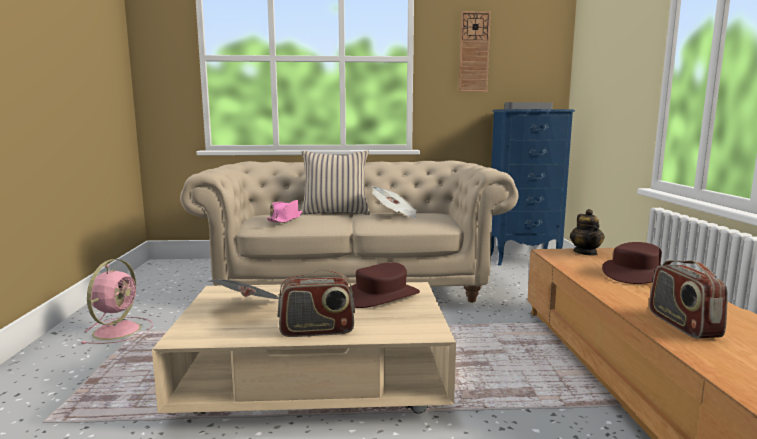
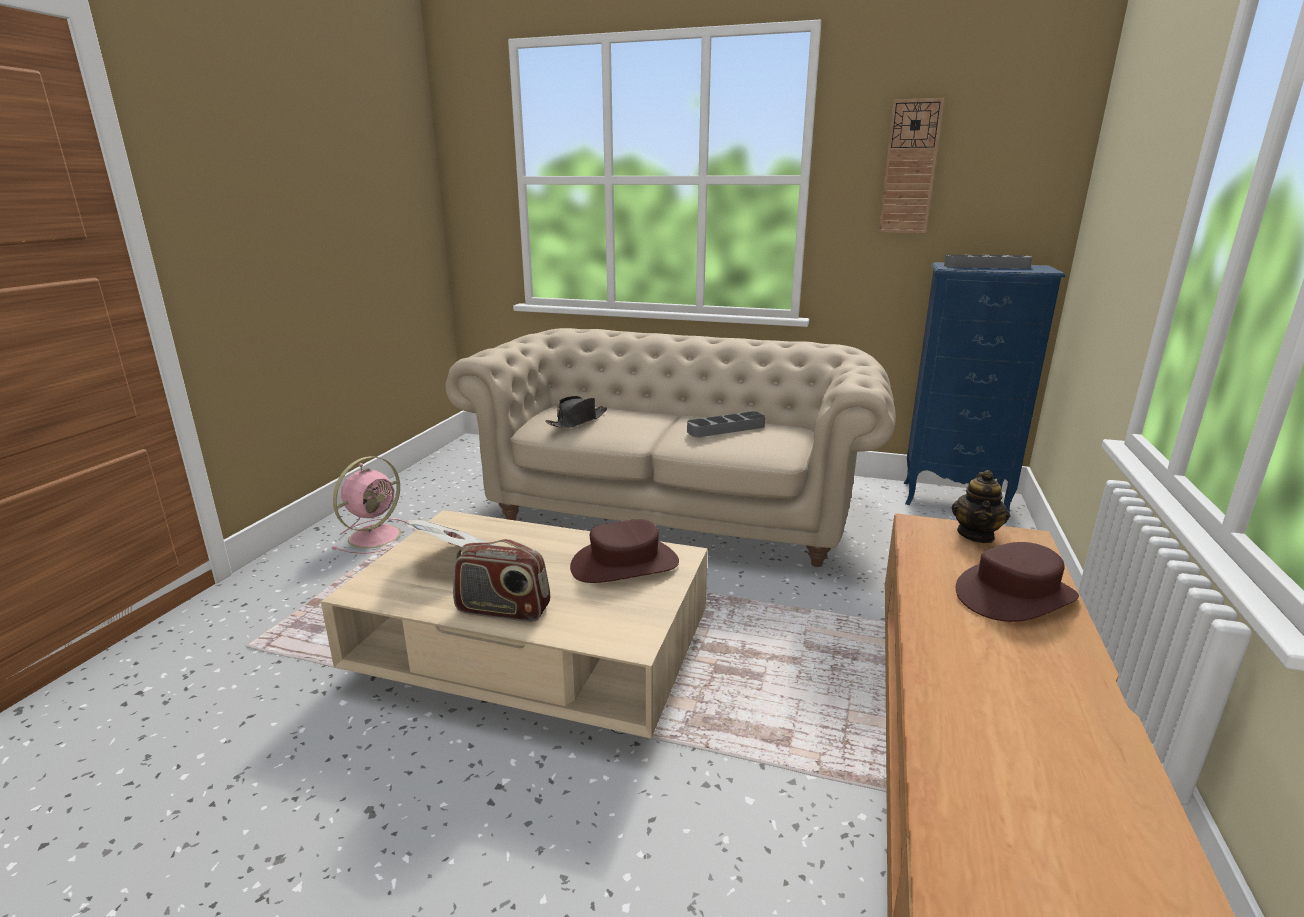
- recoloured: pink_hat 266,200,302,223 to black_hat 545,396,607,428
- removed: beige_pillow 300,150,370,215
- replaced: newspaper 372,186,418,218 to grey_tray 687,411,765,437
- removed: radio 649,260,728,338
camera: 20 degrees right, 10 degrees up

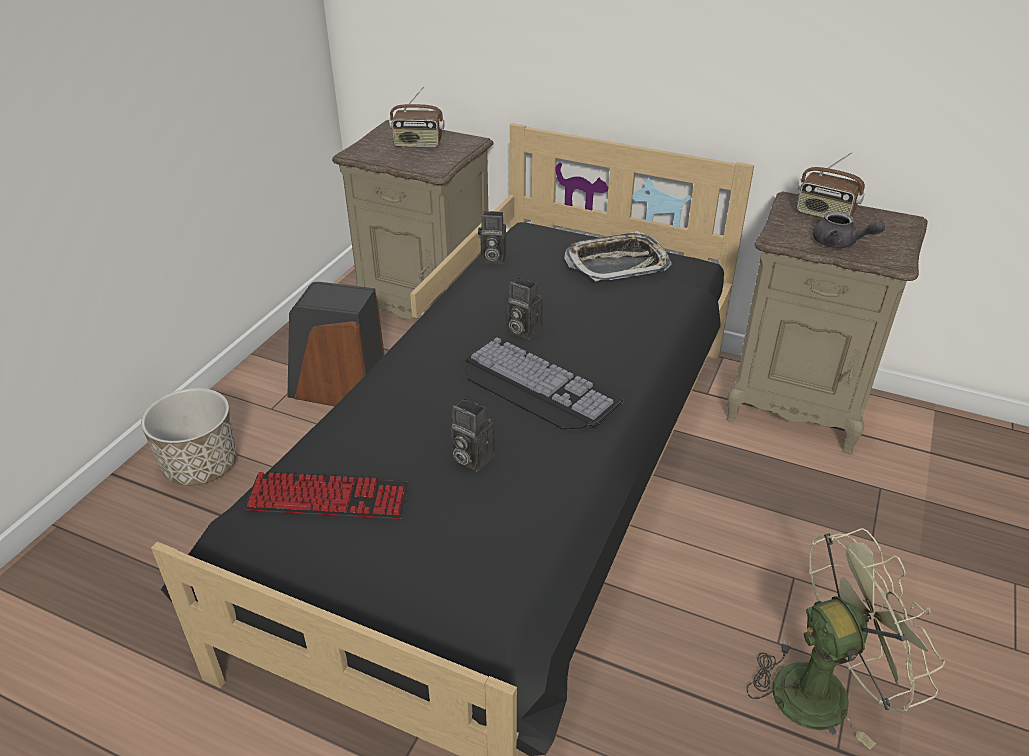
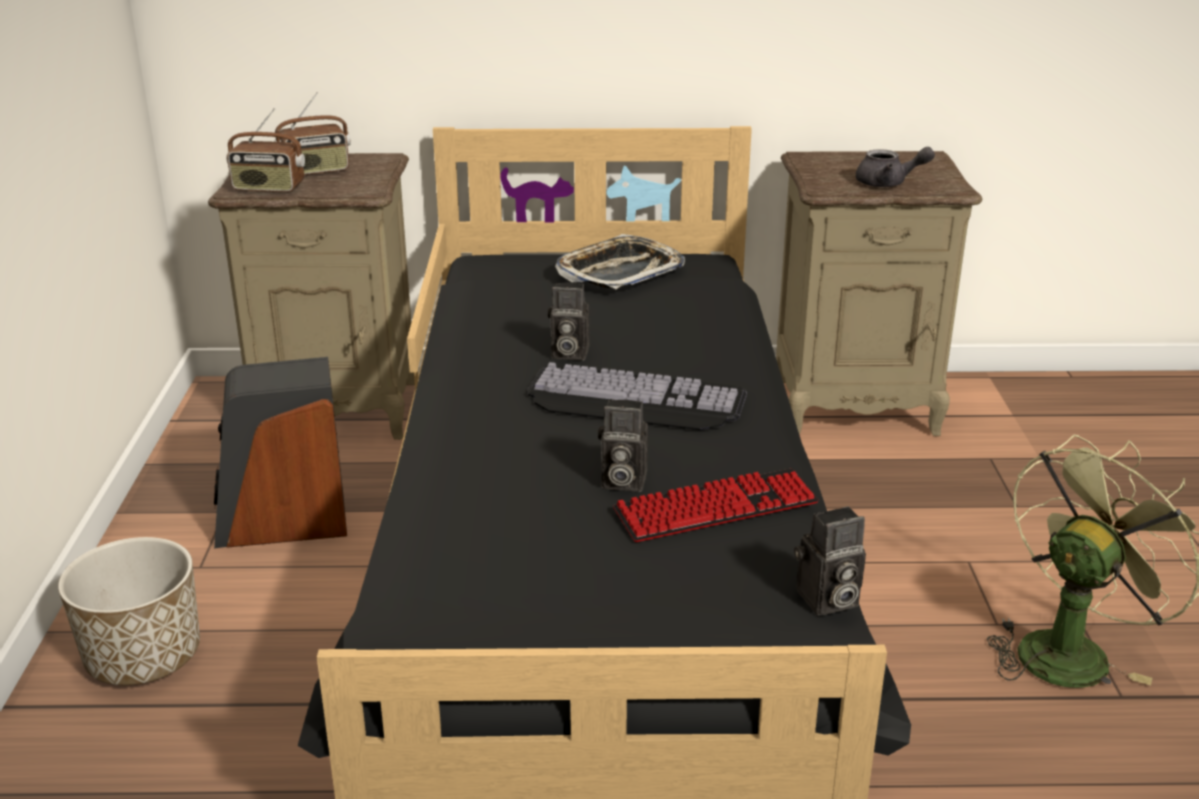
- moved: keyboard 245,472,409,519 to 613,469,819,542
- moved: photo_camera 478,211,506,264 to 794,506,866,616
- moved: radio 796,152,865,218 to 226,108,305,192
camera: 25 degrees left, 10 degrees down

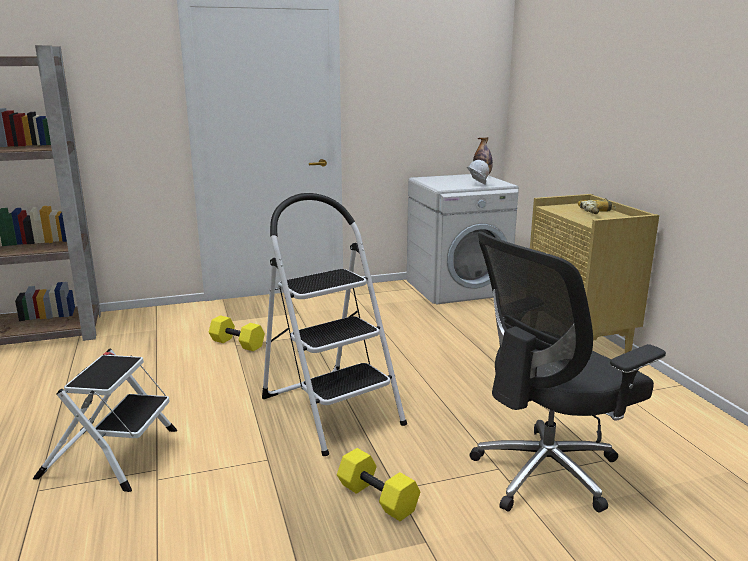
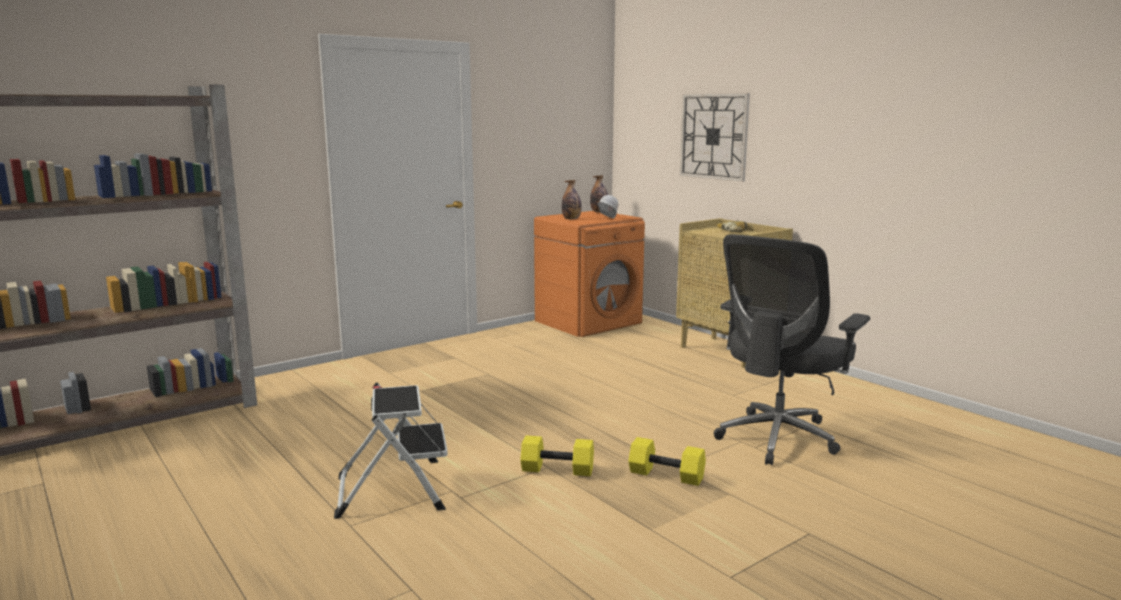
- moved: yellow_dumbbell 209,315,265,351 to 520,435,594,476
- removed: step_ladder 262,193,407,456
- recoloured: white_washing_machine 407,174,519,305 to orange_washing_machine 534,211,645,337
- added: bottle 562,180,582,219
- added: wall_clock 680,93,750,182
camera: 20 degrees left, 5 degrees down

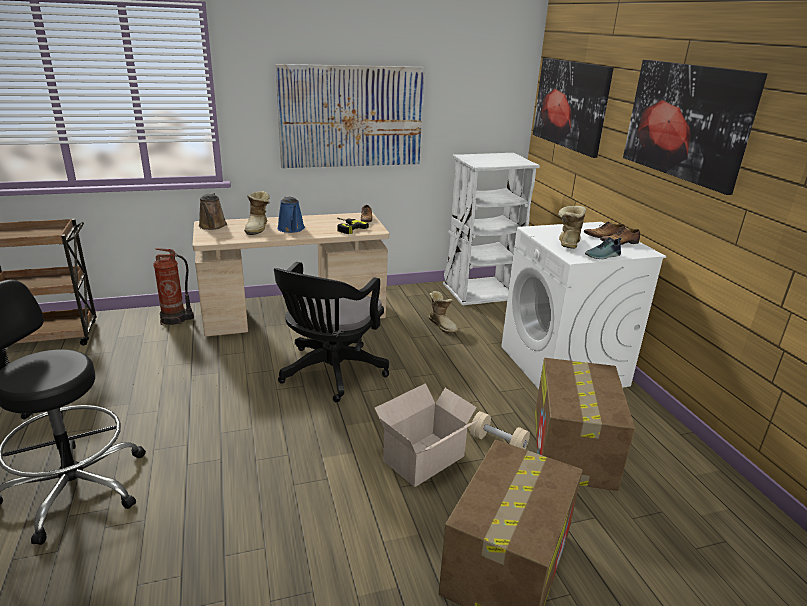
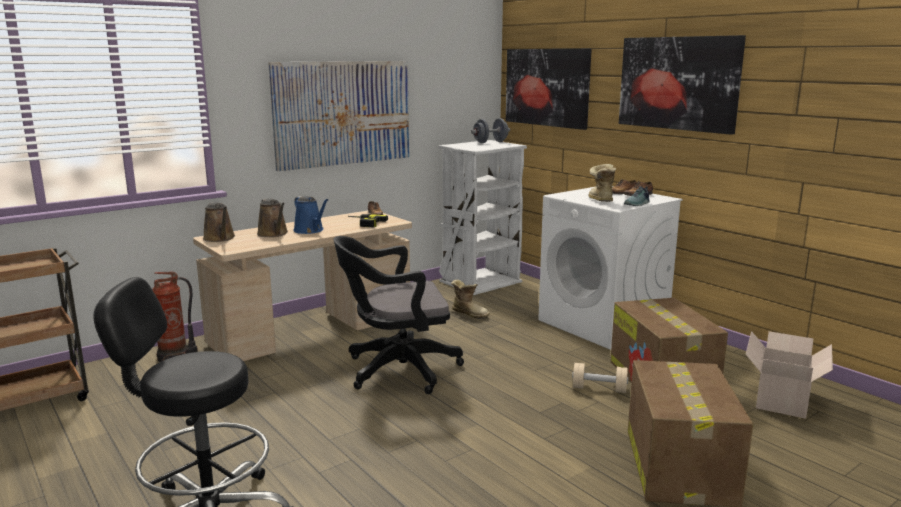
- replaced: boot 244,191,270,235 to brown_watering_can 257,199,288,237
- turned: black_office_chair 274,262,389,402 = 334,236,464,394 75 degrees clockwise
- moved: cardboard_box 375,383,481,487 to 746,331,833,419
- added: grey_dumbbell 471,118,510,143
camera: 20 degrees left, 10 degrees down

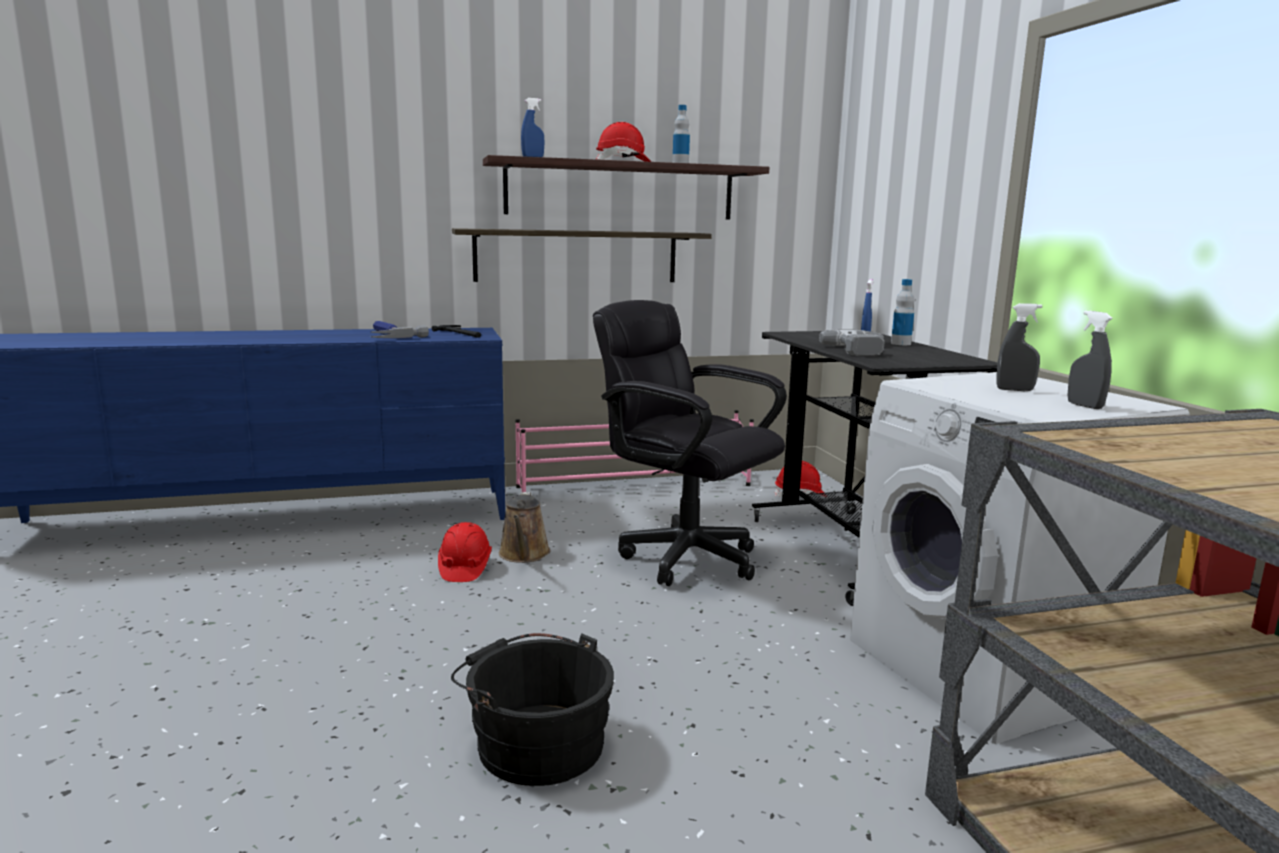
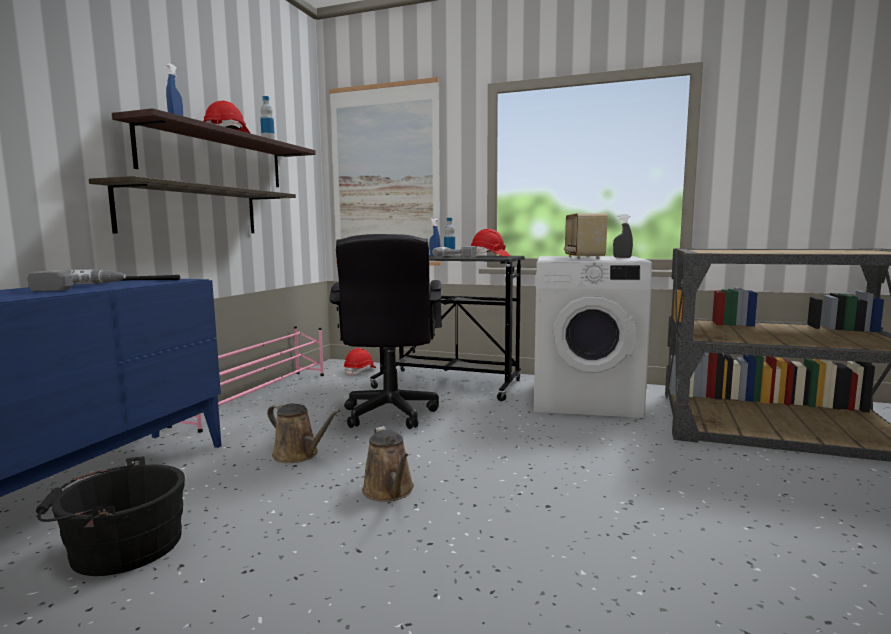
- replaced: hammer 370,321,429,338 to power_drill 27,269,127,291
- moved: red_hard_hat 438,522,492,582 to 471,229,510,257
- moved: black_bucket 451,633,614,786 to 36,456,185,576
- turned: black_office_chair 593,300,787,586 = 330,234,442,429 75 degrees counterclockwise
- replaced: grey_spray_bottle 997,303,1042,391 to radio 564,213,608,259
- added: picture 329,77,441,266
- added: brown_watering_can 362,426,414,502
camera: 55 degrees left, 5 degrees down

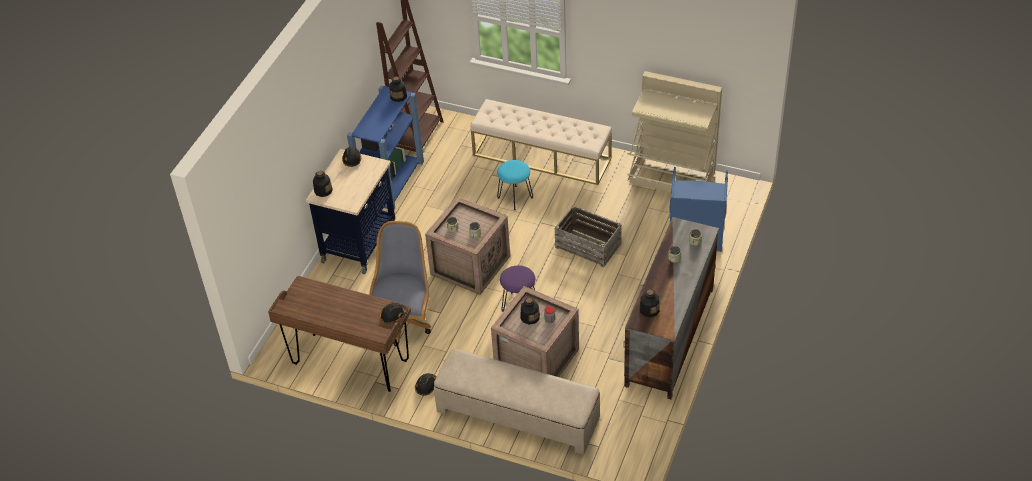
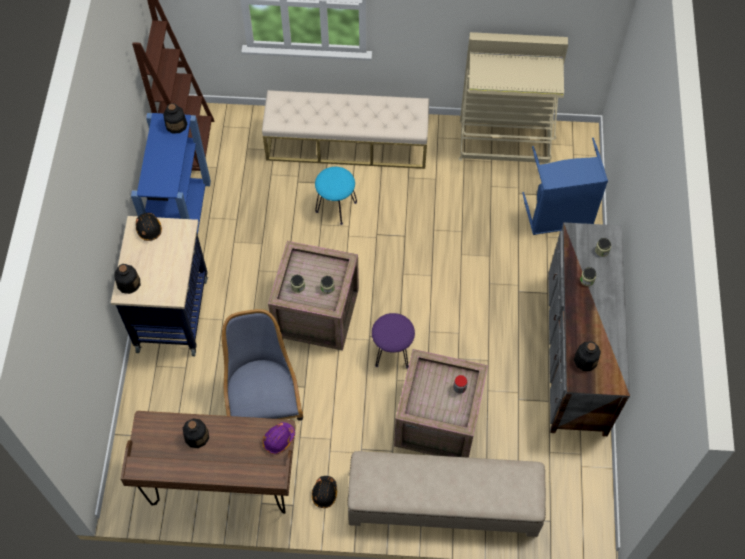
- recoloured: black_hard_hat 380,302,408,323 to purple_hard_hat 262,422,295,454
- moved: bottle 521,297,540,325 to 183,419,209,448
- removed: crate 555,205,622,268
camera: 20 degrees left, 15 degrees up

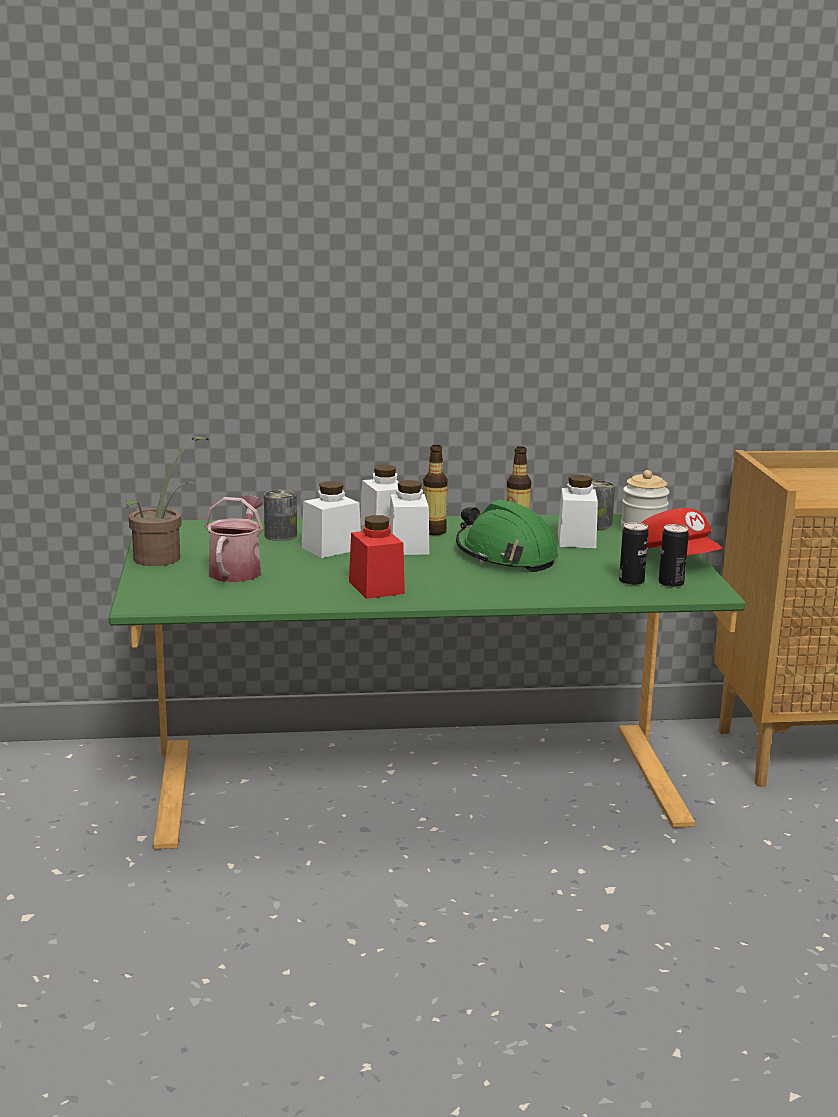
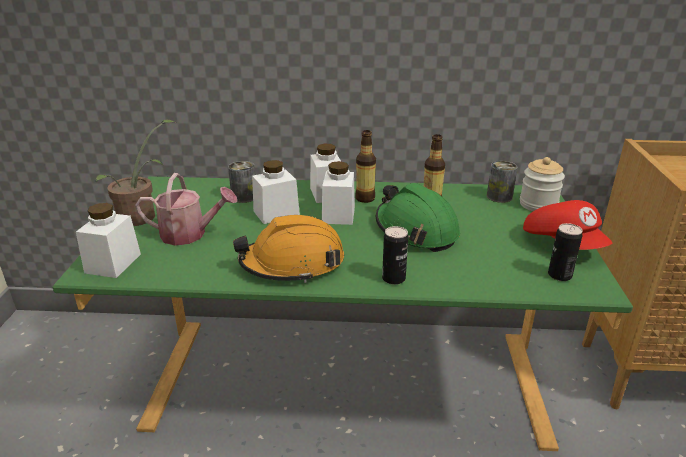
- turned: watering_can 204,495,263,582 = 135,173,237,246 75 degrees clockwise
- replaced: red_jar 349,515,405,599 to orange_hard_hat 233,215,344,283
- moved: white_jar 558,475,598,548 to 76,203,141,278
- moved: can 619,522,649,586 to 382,226,408,285
camera: 10 degrees right, 10 degrees up

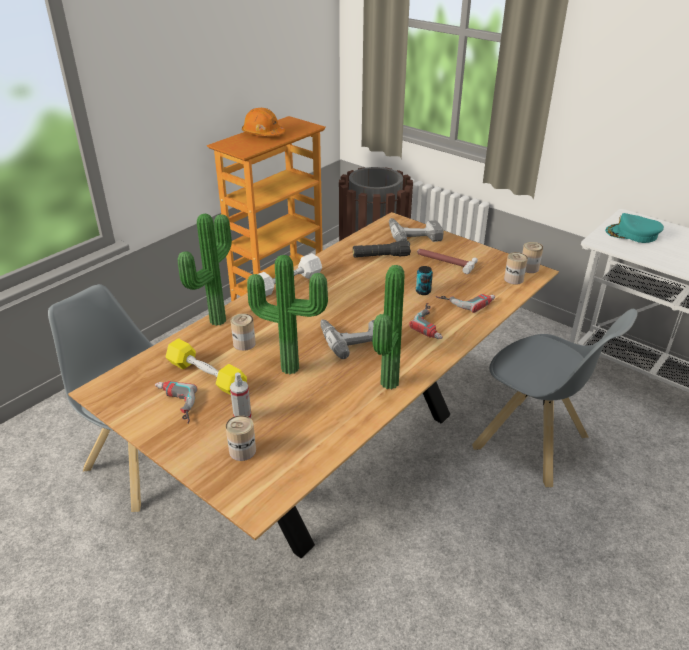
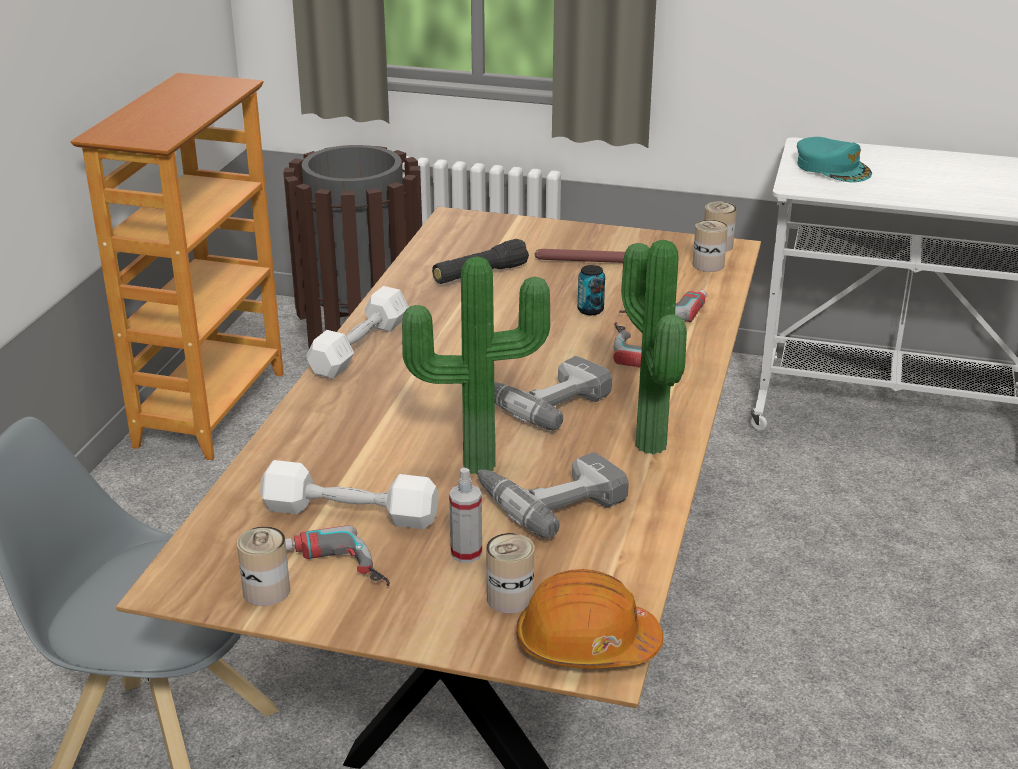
- recoloured: yellow_dumbbell 166,338,247,395 to white_dumbbell 260,460,438,529
- removed: potted_plant 178,214,232,326
- moved: can 231,313,256,351 to 237,526,290,606
- moved: orange_hard_hat 242,108,286,136 to 516,569,663,668
- moved: power_drill 389,218,444,242 to 477,452,629,539
- removed: grey_chair 472,309,638,487
- turned: turquoise_cap 605,213,664,243 = 797,137,872,182 120 degrees counterclockwise
camera: 25 degrees left, 5 degrees down

